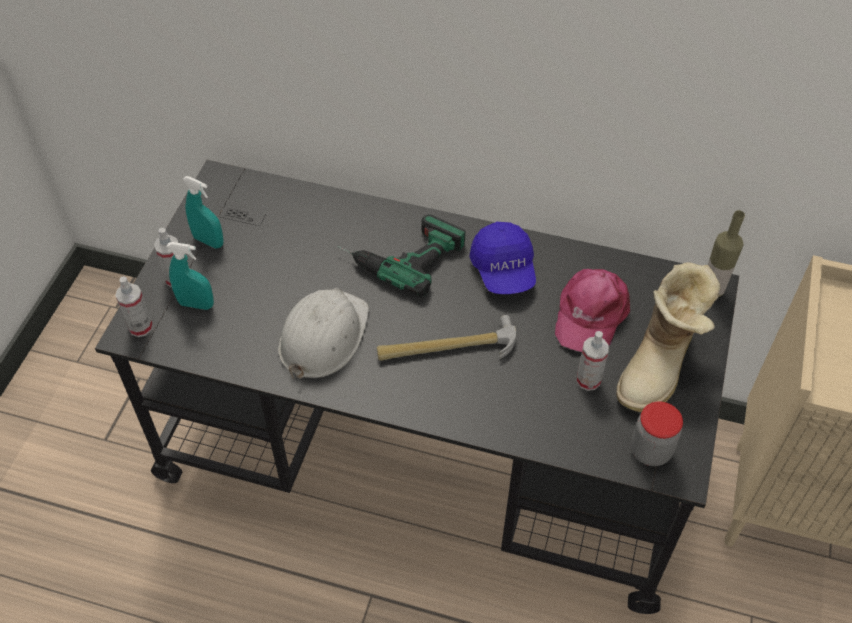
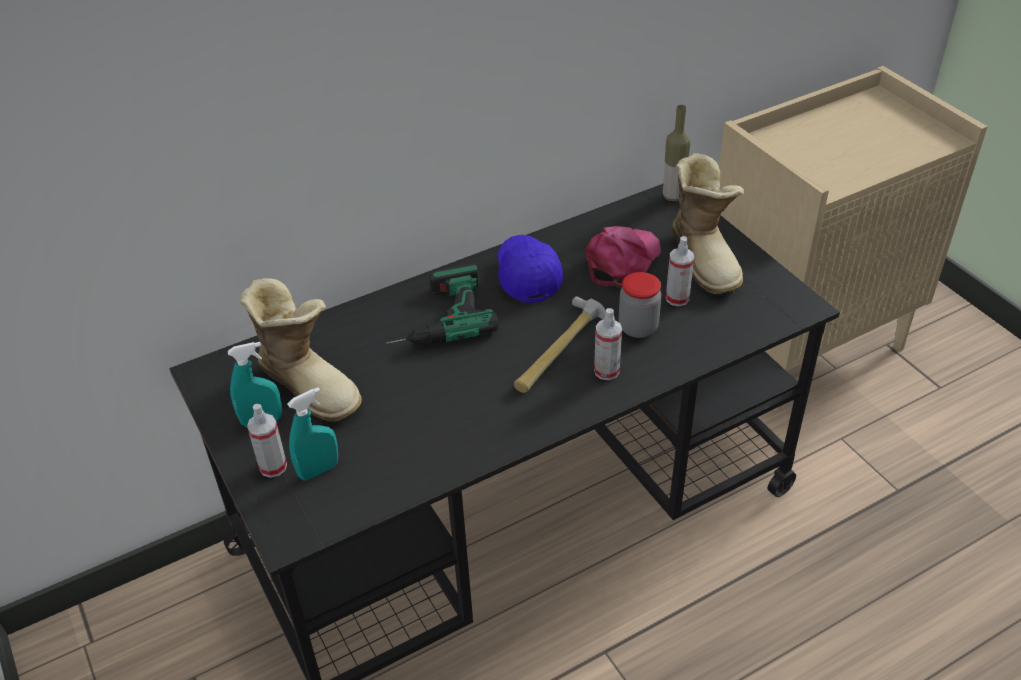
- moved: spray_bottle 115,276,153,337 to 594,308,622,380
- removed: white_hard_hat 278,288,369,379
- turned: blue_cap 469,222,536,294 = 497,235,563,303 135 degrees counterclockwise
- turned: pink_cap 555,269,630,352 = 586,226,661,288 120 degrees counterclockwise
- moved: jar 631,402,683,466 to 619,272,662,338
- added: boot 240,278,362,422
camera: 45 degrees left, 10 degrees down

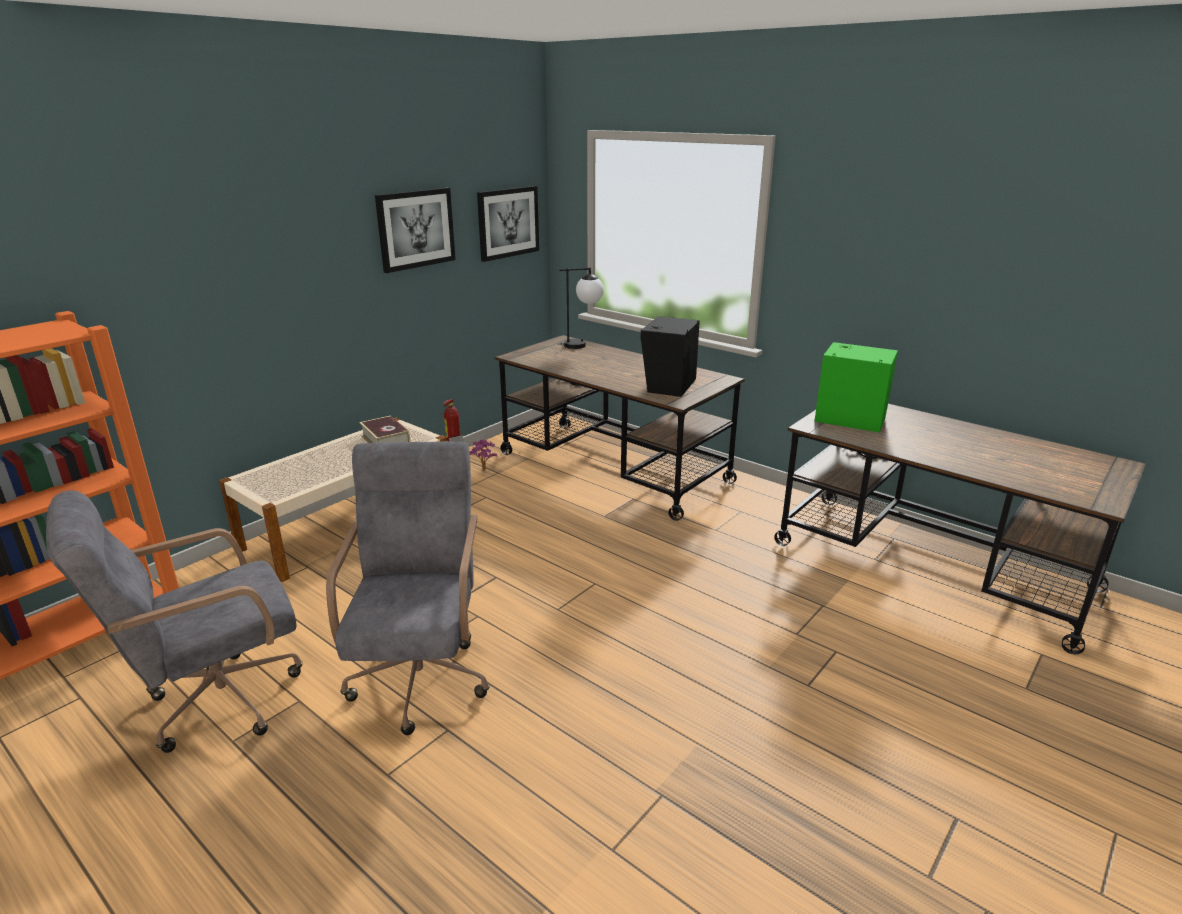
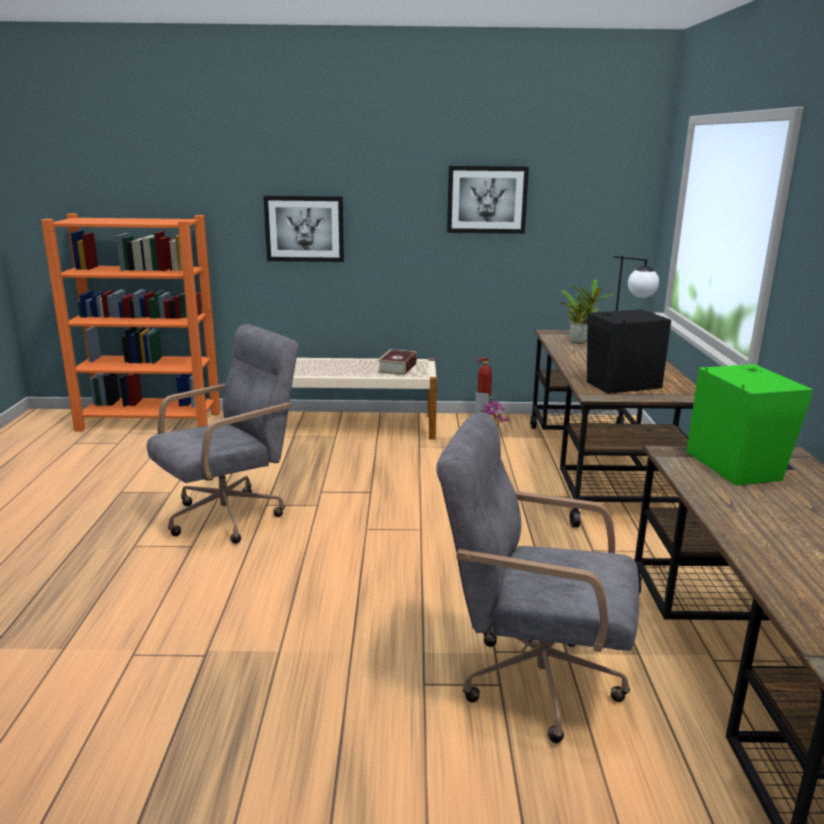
- moved: grey_office_chair 46,490,303,753 to 436,412,639,743
- moved: picture 477,186,539,262 to 263,196,344,262
- added: potted_plant 560,279,614,344
camera: 50 degrees right, 5 degrees down

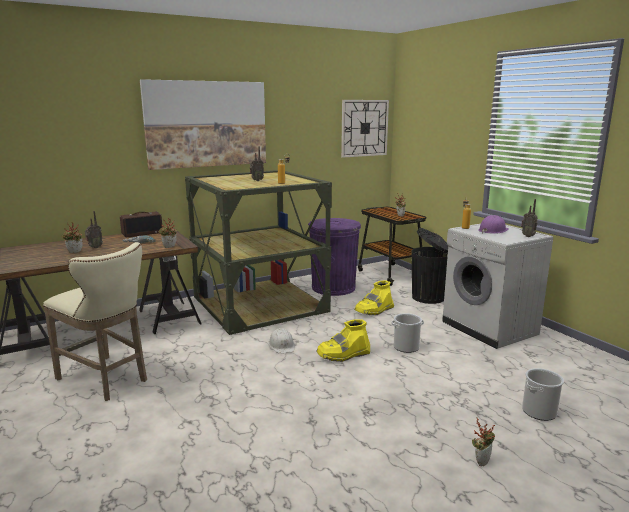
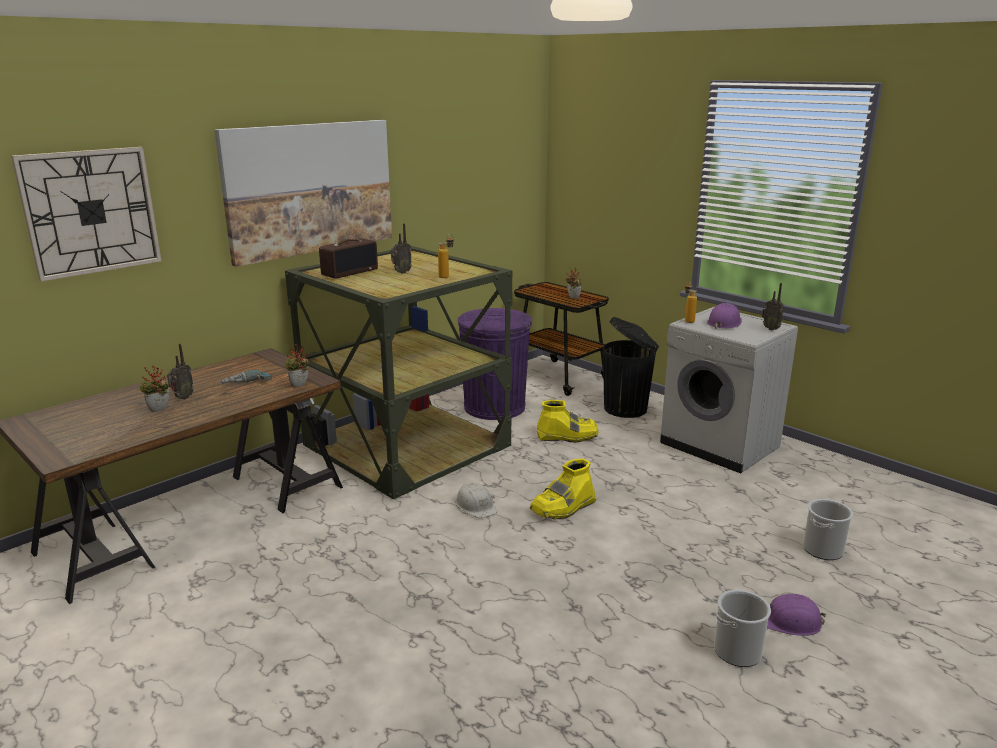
- removed: beige_stool 43,242,147,401
- moved: radio 120,212,162,237 to 319,238,378,279
- moved: wall_clock 341,100,389,158 to 11,147,162,282
- turned: yellow_boot 354,280,394,315 = 537,400,598,443 120 degrees counterclockwise
- moved: bucket 391,313,424,353 to 714,590,771,667
- replaced: potted_plant 472,417,495,466 to purple_hard_hat 767,594,826,636
camera: 15 degrees left, 5 degrees up

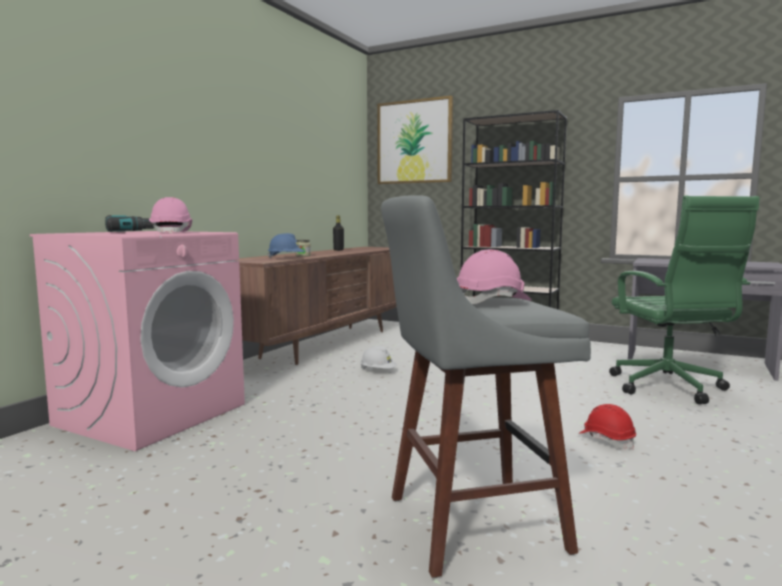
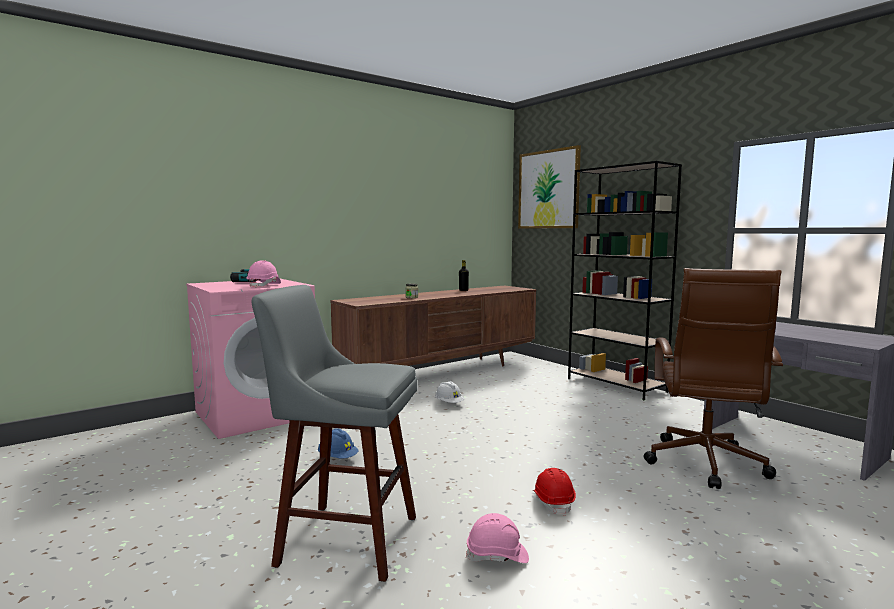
- moved: blue_hard_hat 267,233,305,258 to 318,428,358,459
- moved: pink_hard_hat 457,249,532,304 to 466,513,529,563
- recoloured: green_office_chair 609,196,760,404 to brown_office_chair 643,268,783,489
camera: 25 degrees right, 0 degrees up

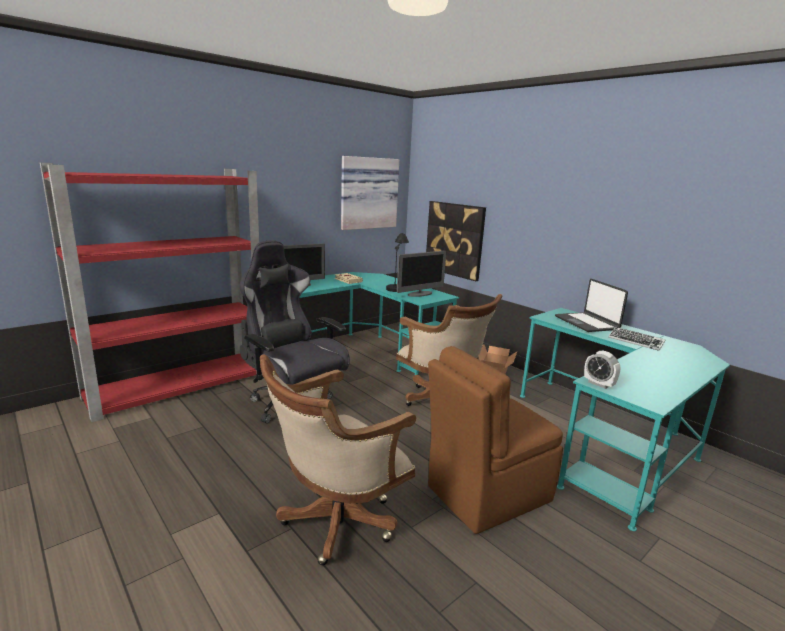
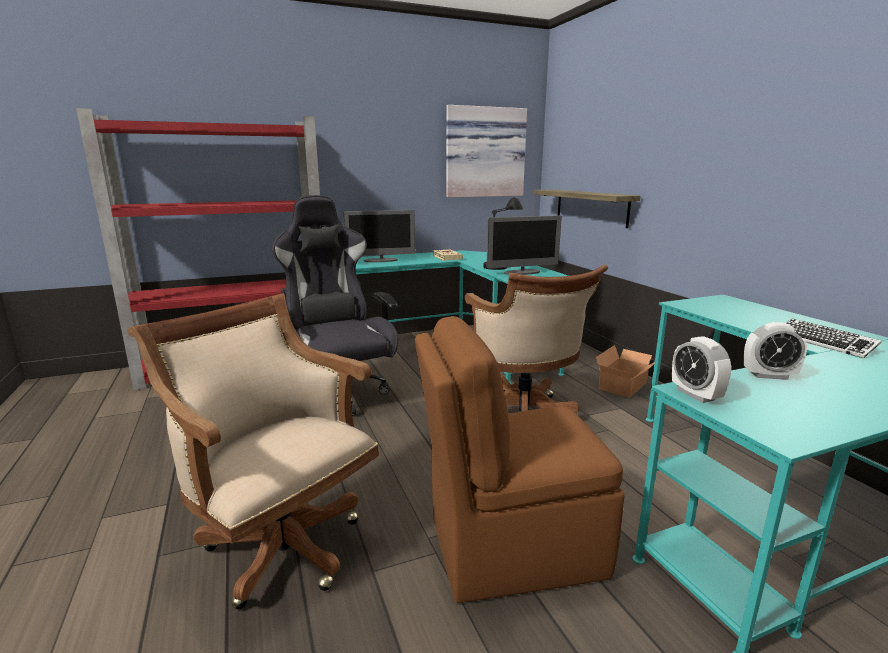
- turned: office_chair 260,354,416,565 = 127,293,379,609 60 degrees clockwise
- replaced: picture 426,201,486,281 to shelf 534,190,640,228
- removed: laptop 555,279,628,332
- added: alarm_clock 744,322,807,380
camera: 20 degrees right, 0 degrees up

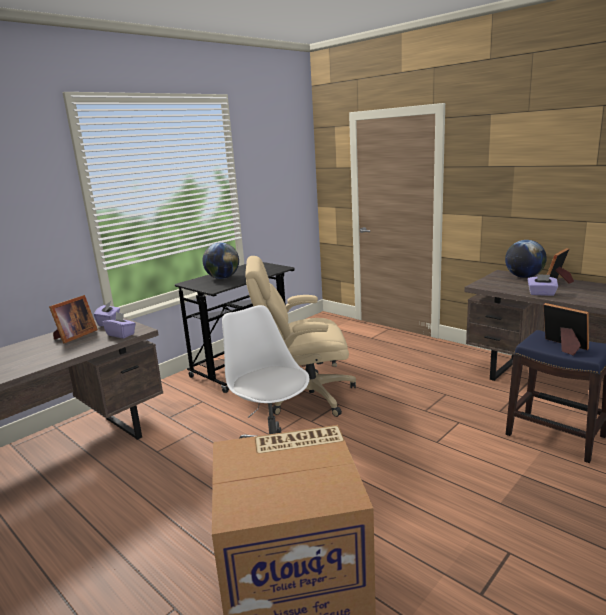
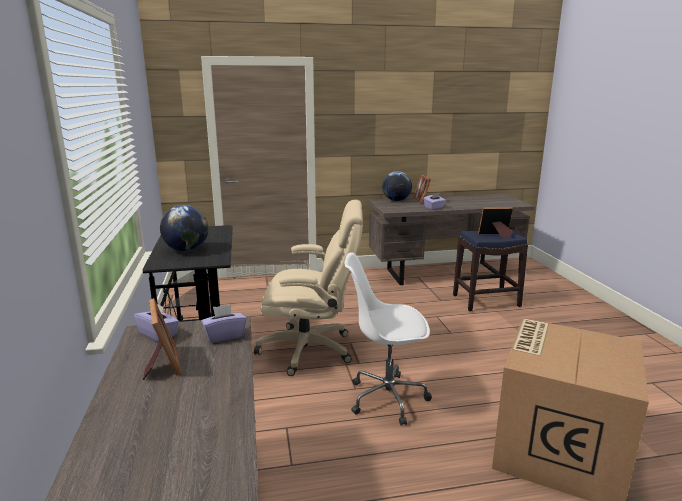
- turned: beige_office_chair 245,256,356,417 = 254,200,363,376 120 degrees counterclockwise
camera: 55 degrees left, 0 degrees up

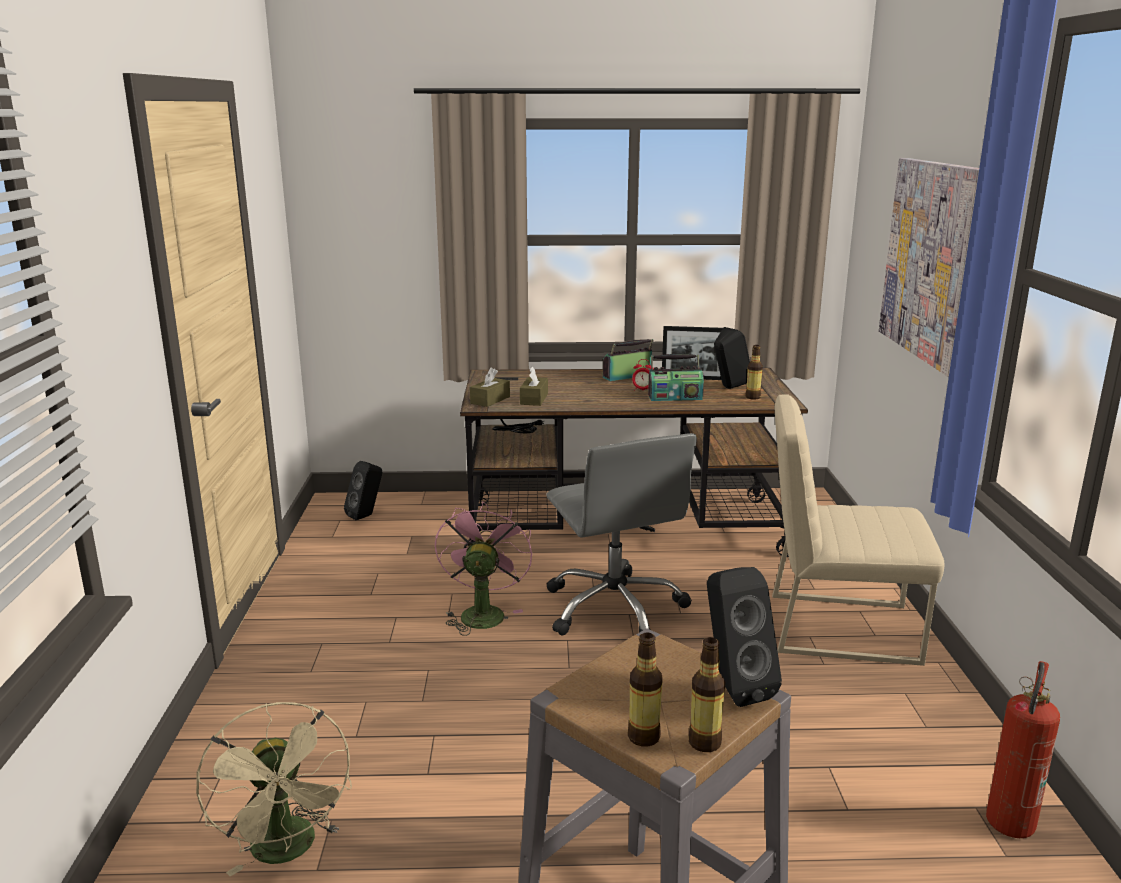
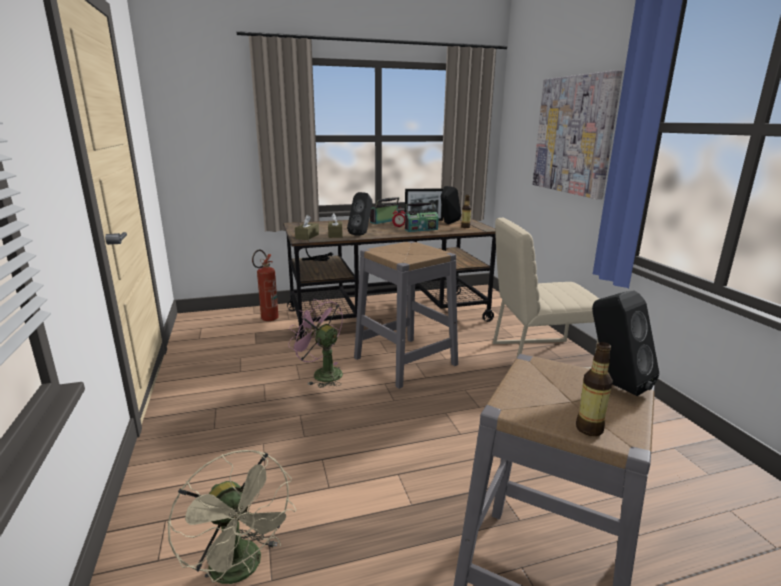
- moved: black_speaker 344,461,382,520 to 347,192,373,236
- turned: pink_fan 435,501,532,636 = 288,299,343,388 45 degrees counterclockwise
- replaced: grey_office_chair 546,433,697,636 to grey_stool 354,241,458,389
- removed: bottle 688,637,725,752
- moved: fire_extinguisher 986,661,1060,838 to 252,249,279,321
camera: 15 degrees left, 0 degrees up

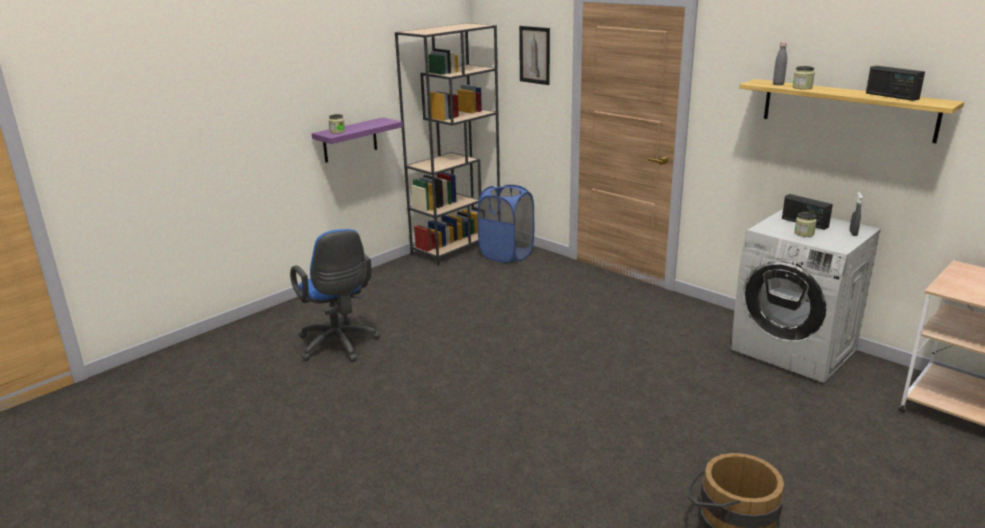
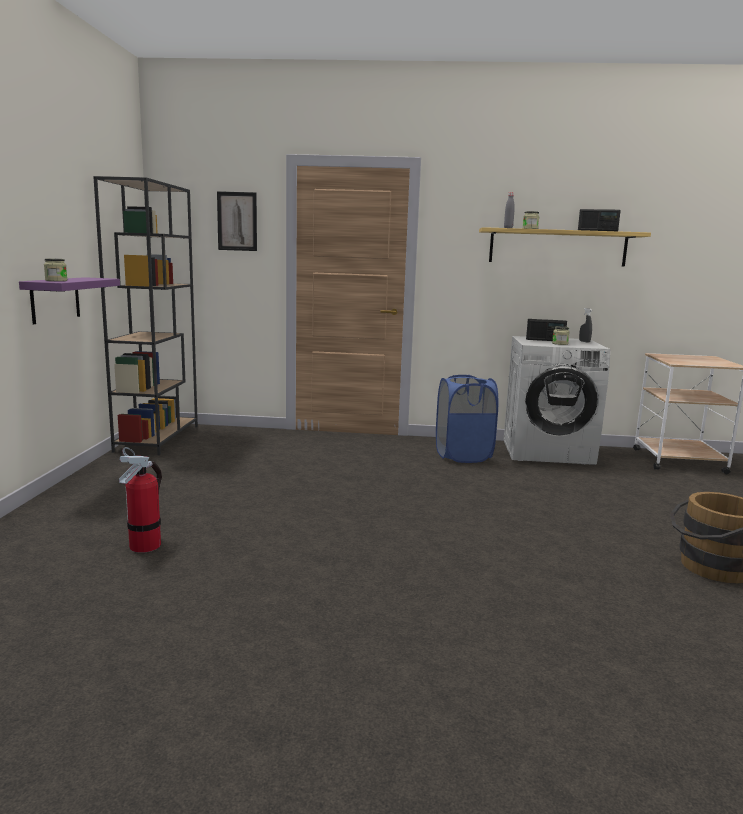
- replaced: blue_office_chair 290,229,380,362 to fire_extinguisher 119,447,162,553
- moved: blue_laundry_basket 477,184,534,263 to 436,375,499,463
camera: 40 degrees left, 10 degrees down

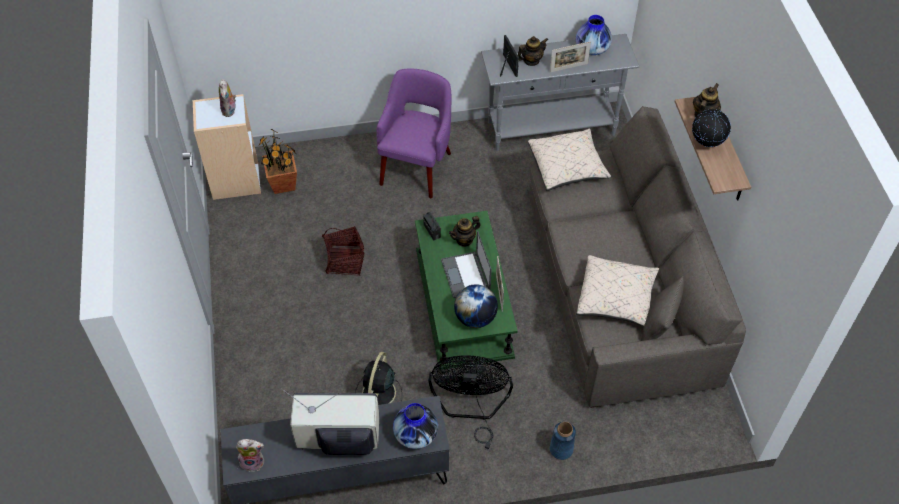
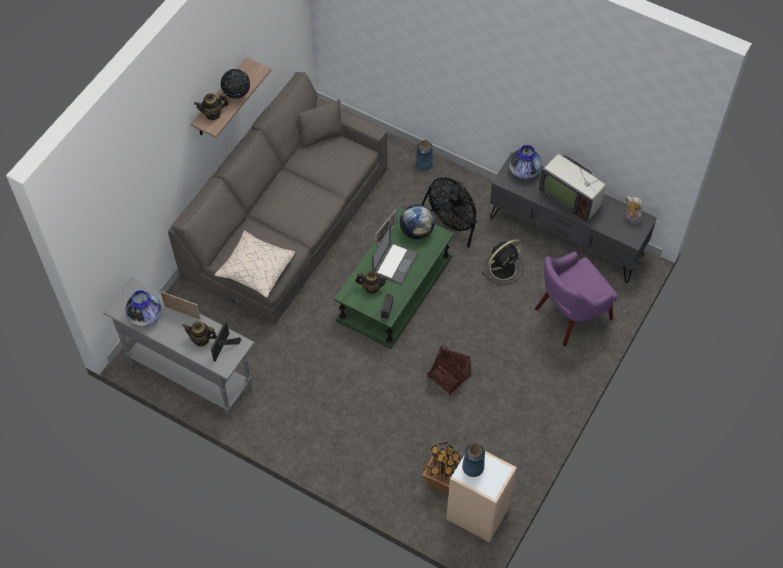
- replaced: plush_toy 219,79,236,117 to blue_vase 462,443,485,477
- moved: purple_armchair 376,69,451,198 to 535,251,618,346
- removed: beige_pillow 576,255,659,326
camera: 140 degrees left, 5 degrees up

